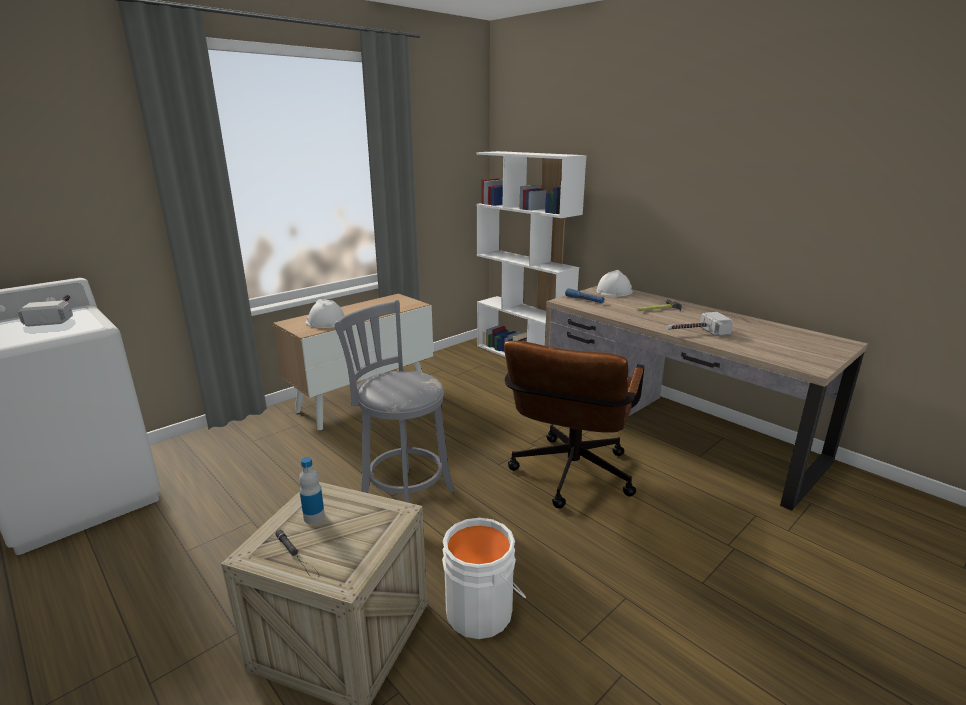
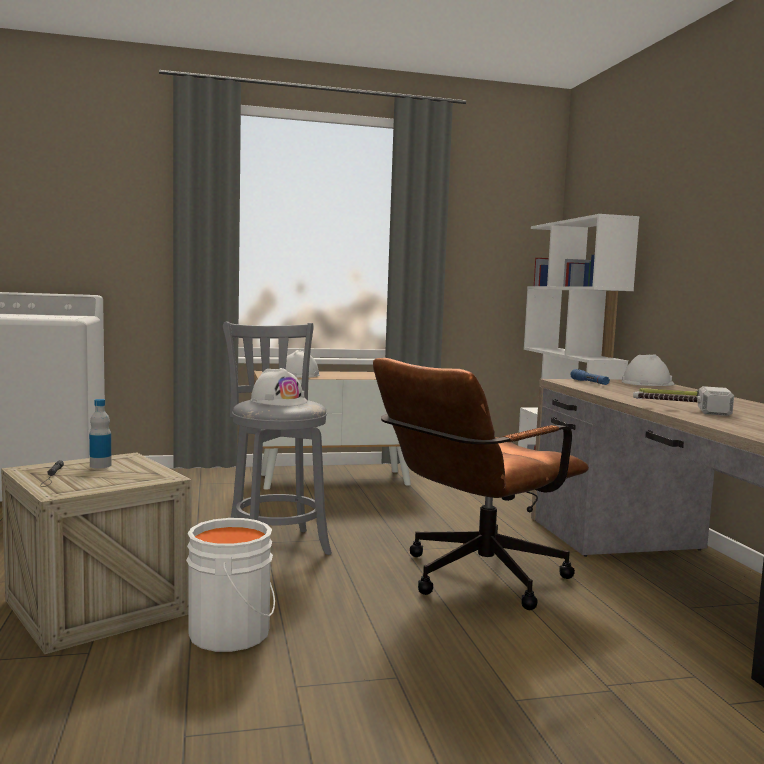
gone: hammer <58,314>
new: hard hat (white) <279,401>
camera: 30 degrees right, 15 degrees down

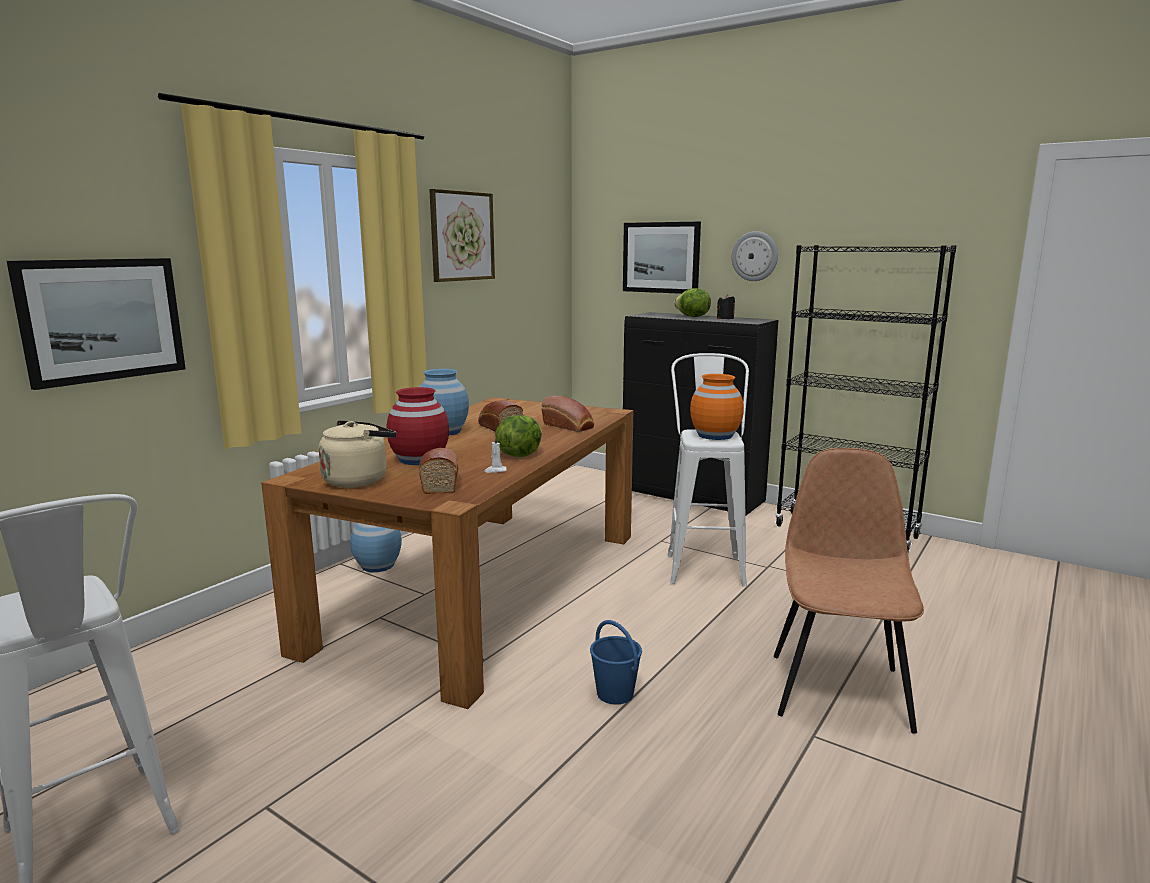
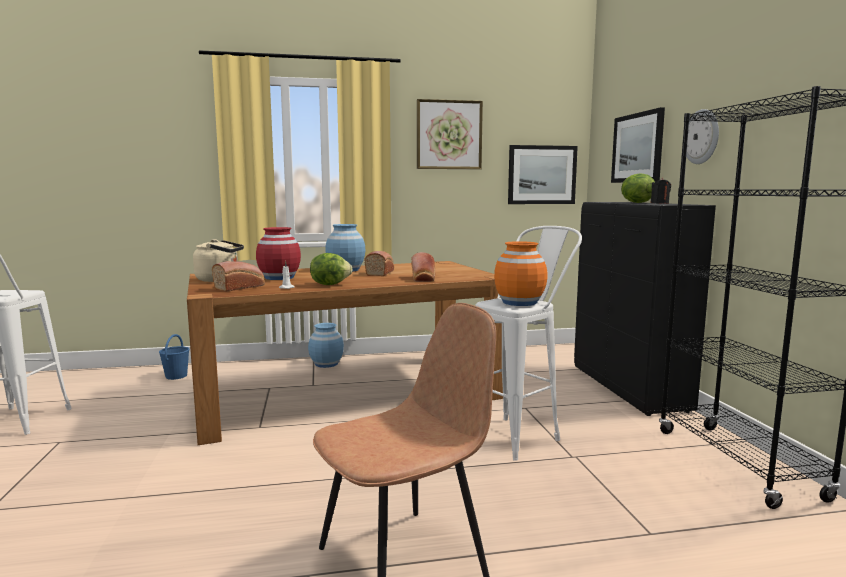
shifted: picture <102,320> to <542,175>; bucket (blue) <614,693> to <176,376>
camera: 45 degrees right, 5 degrees down

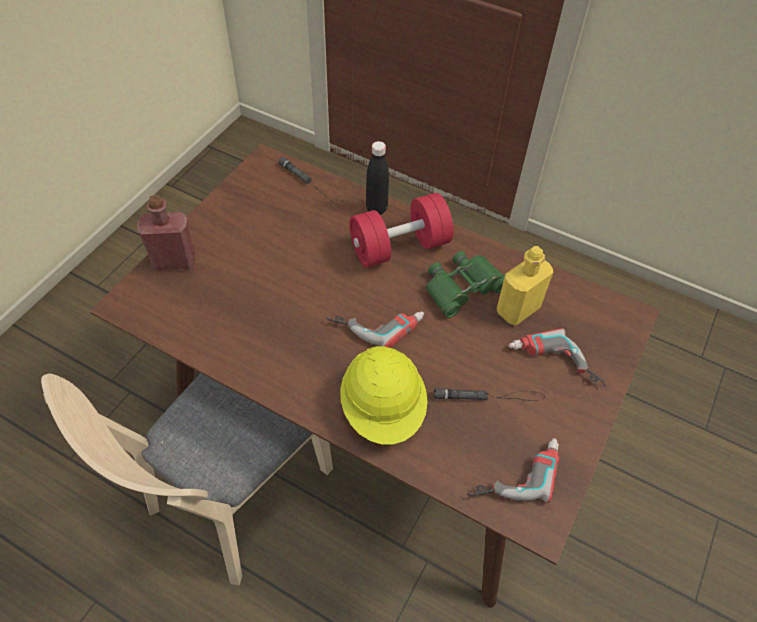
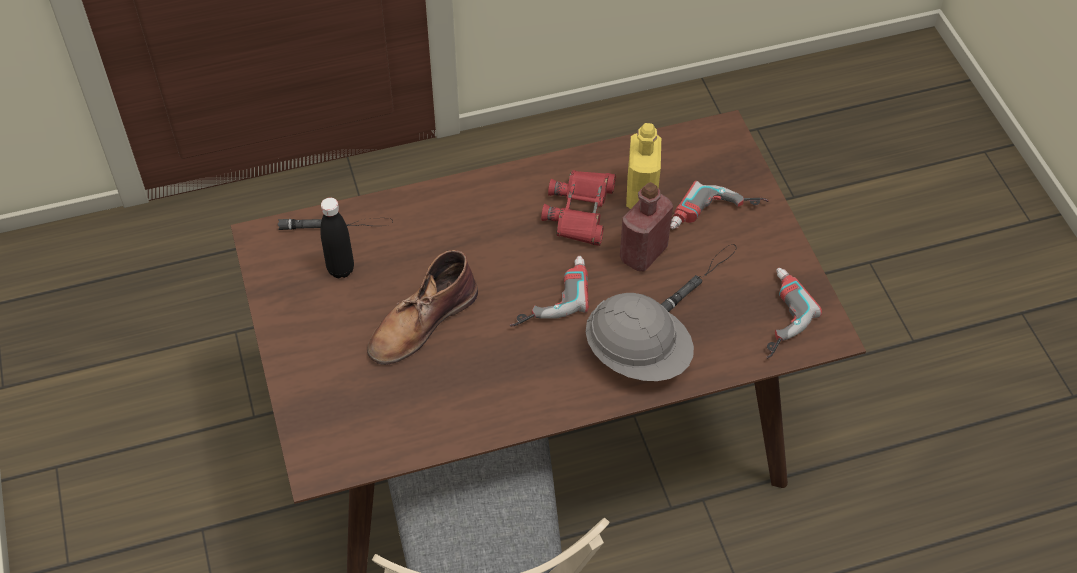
gone: dumbbell (red) <399,247>
new: boot (brown) <421,322>
shifted: bottle (red) <174,261> to <643,253>; bottle (black) <376,208> to <340,269>
repainted: hard hat (yellow) <383,409> to hard hat (grey) <638,355>; binoculars (green) <463,288> to binoculars (red) <580,211>
camera: 45 degrees left, 0 degrees up

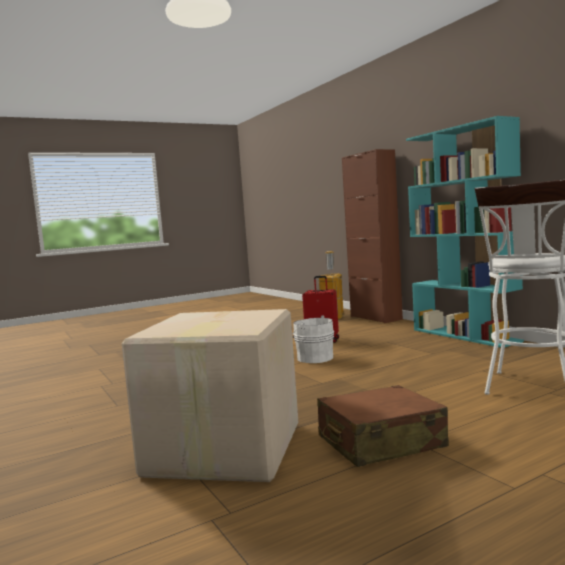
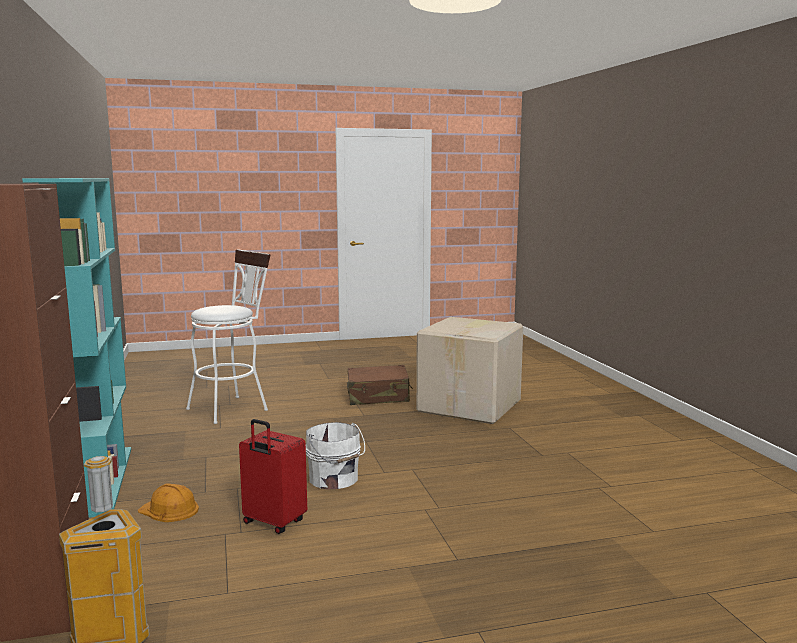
new: hard hat (orange) <169,510>
camera: 165 degrees left, 5 degrees up

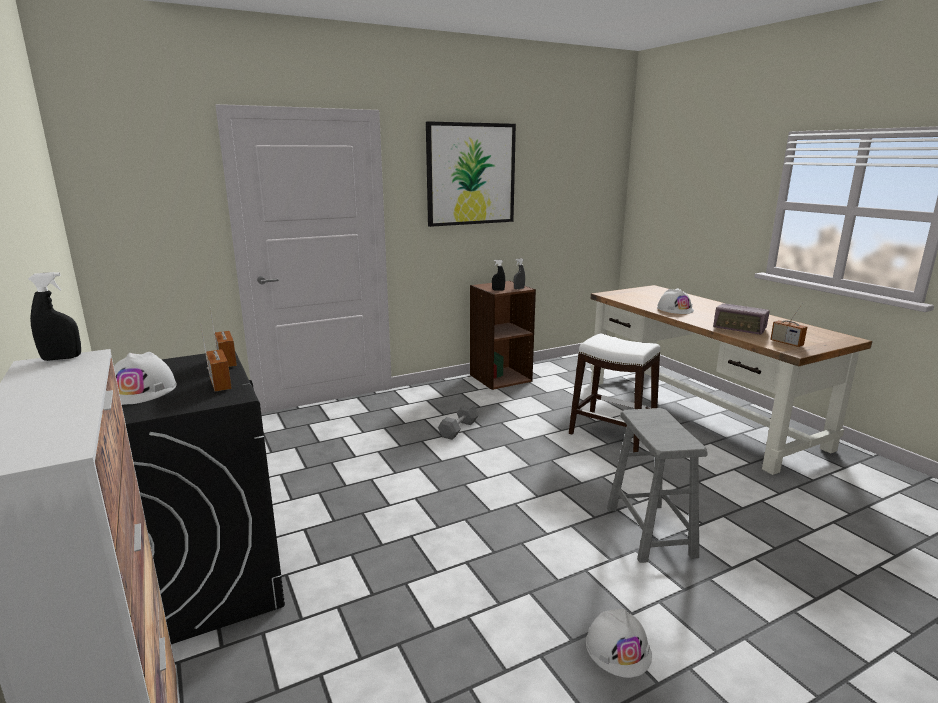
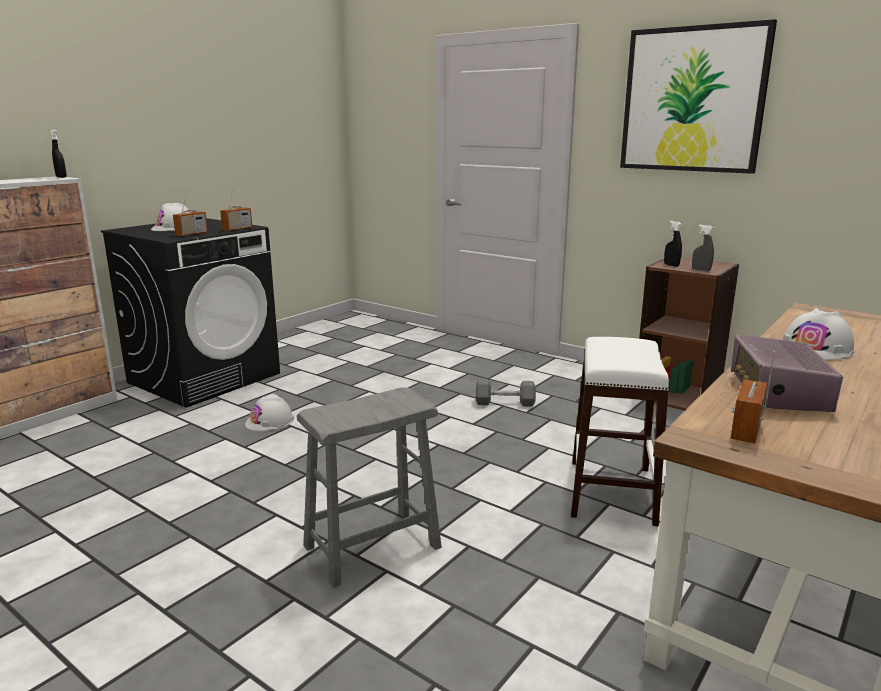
shifted: hard hat (white) <618,648> to <270,421>
camera: 65 degrees right, 0 degrees up

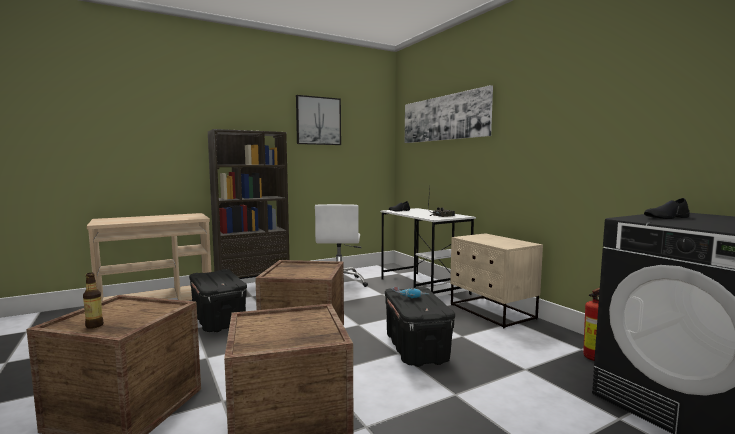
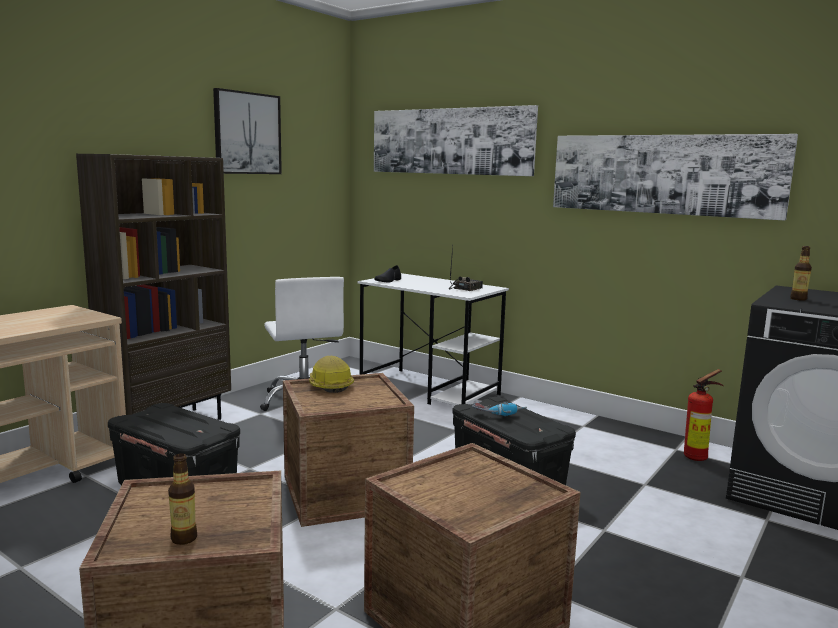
gone: nightstand (beige) <491,312>
new: hard hat <329,385>; picture <663,174>
swapped: shoe (black) <666,217> to bottle <798,299>
camera: 25 degrees left, 5 degrees up

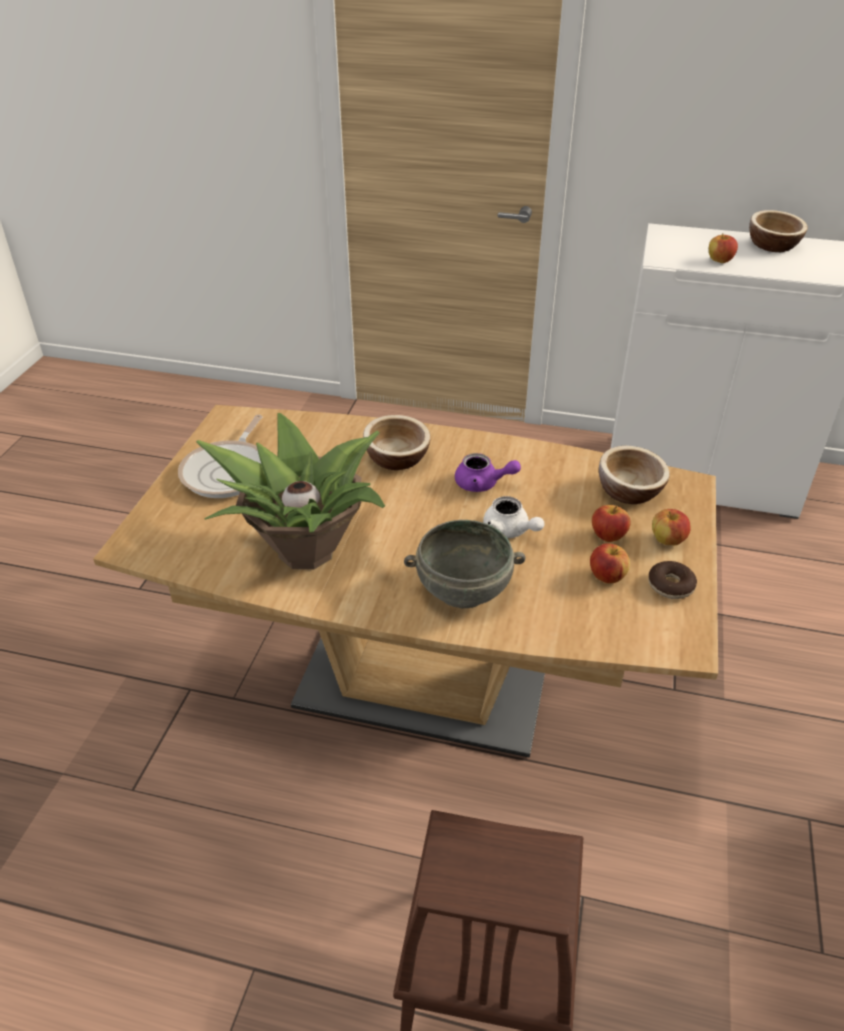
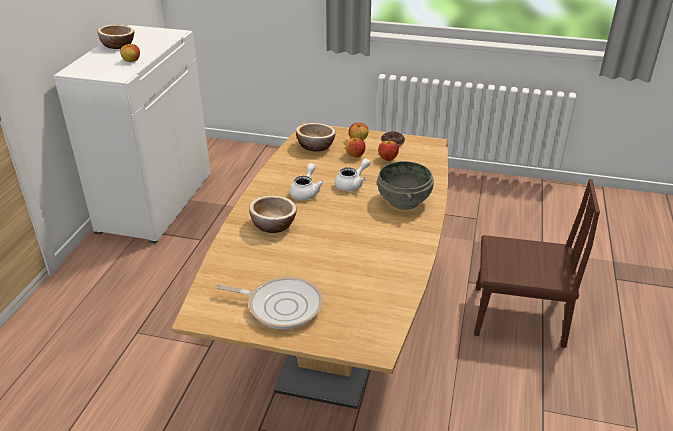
gone: potted plant <305,548>
repainted: teapot (purple) <482,484> to teapot (white) <306,192>
camera: 90 degrees left, 5 degrees down

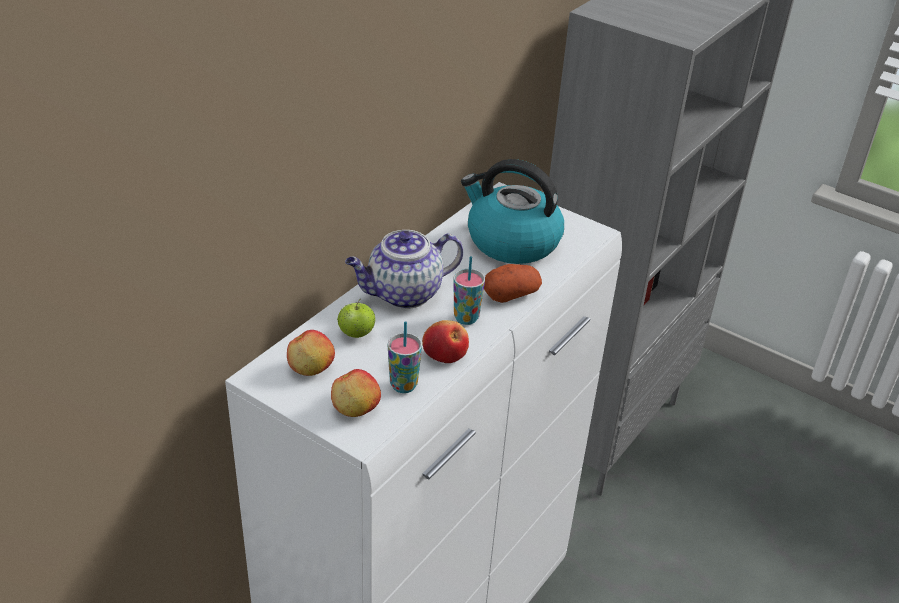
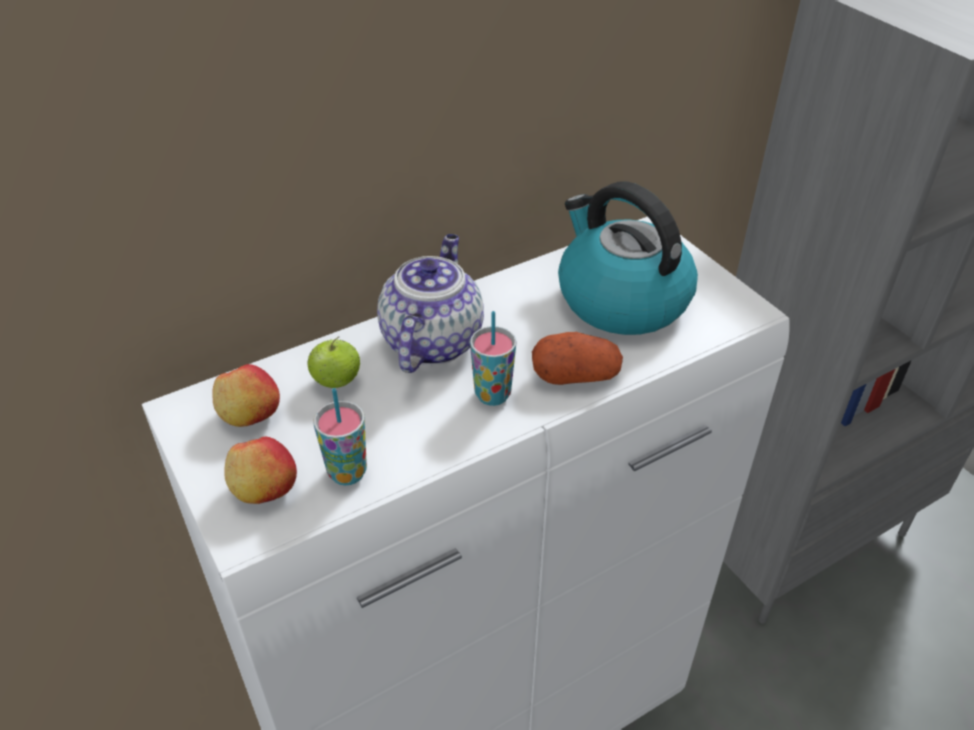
gone: apple <445,355>
rotated: teapot <403,294> = <431,340> 105 degrees clockwise
camera: 25 degrees right, 5 degrees up

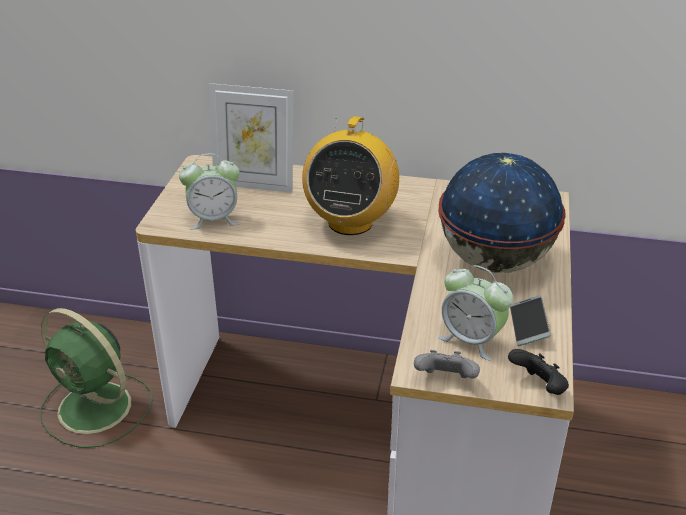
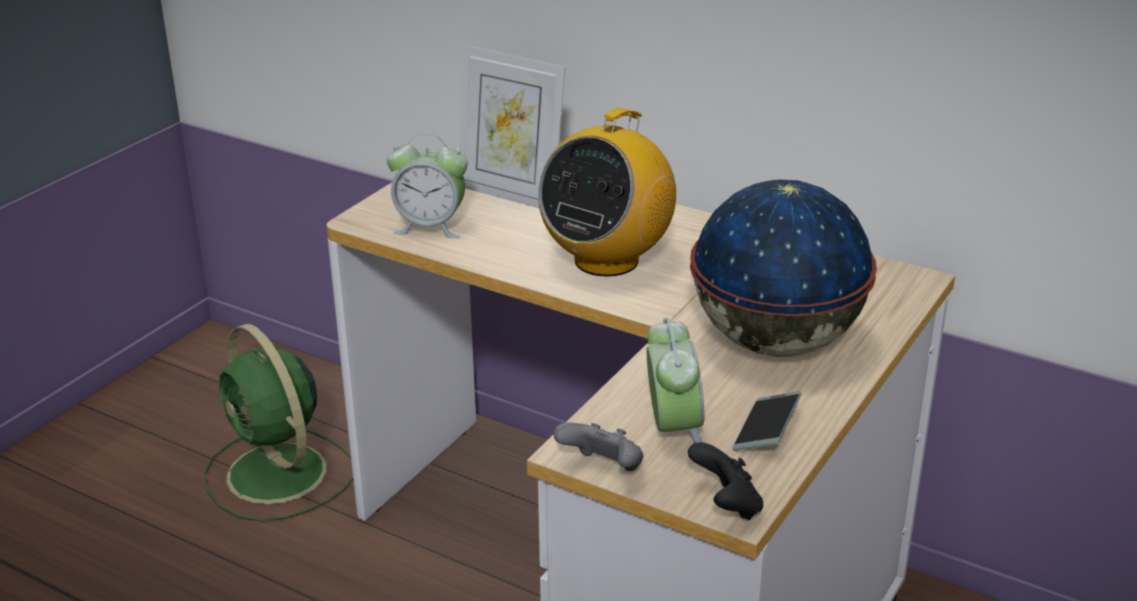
rotated: alarm clock <471,340> = <673,430> 150 degrees counterclockwise
camera: 20 degrees right, 5 degrees down

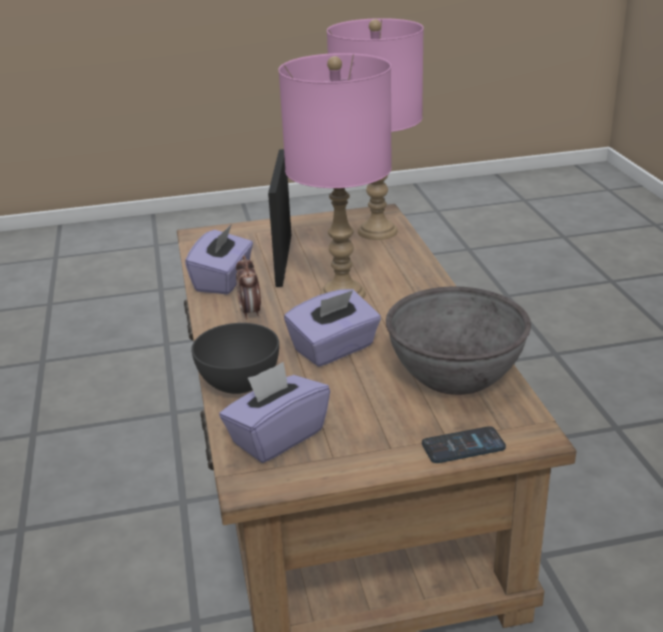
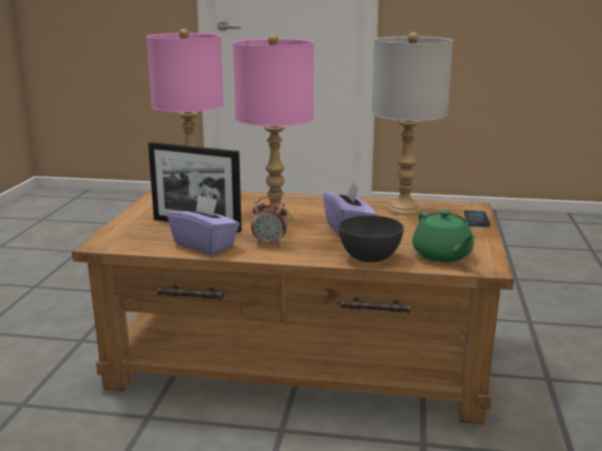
swapped: tissue box (purple) <277,437> to teapot (green) <442,255>; bowl (grey) <455,373> to table lamp (grey) <403,209>
camera: 70 degrees left, 10 degrees down

